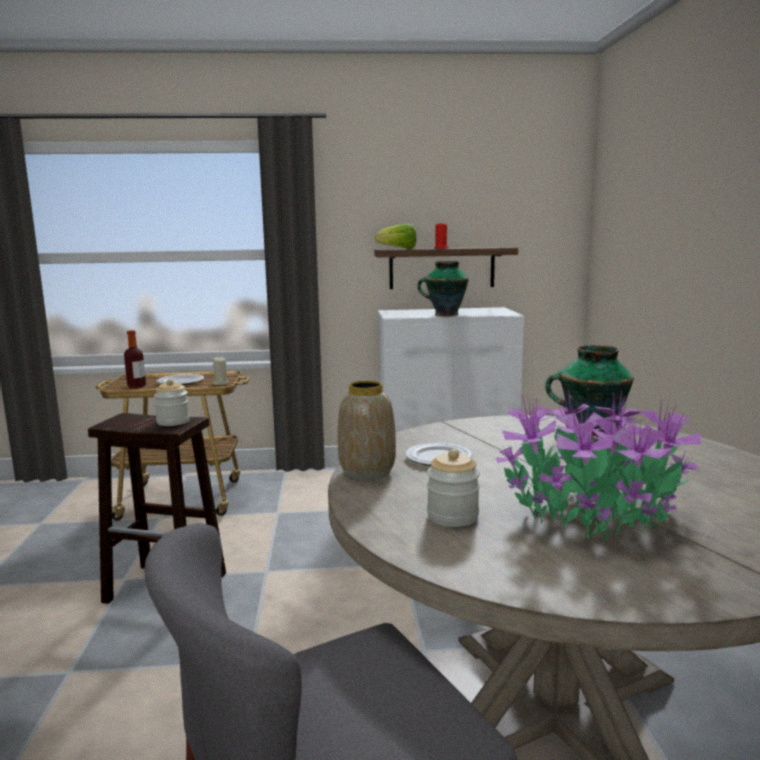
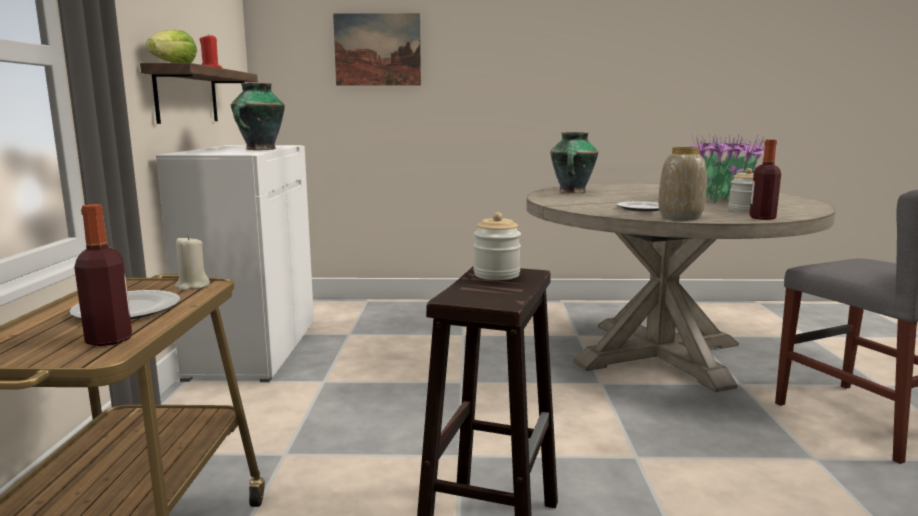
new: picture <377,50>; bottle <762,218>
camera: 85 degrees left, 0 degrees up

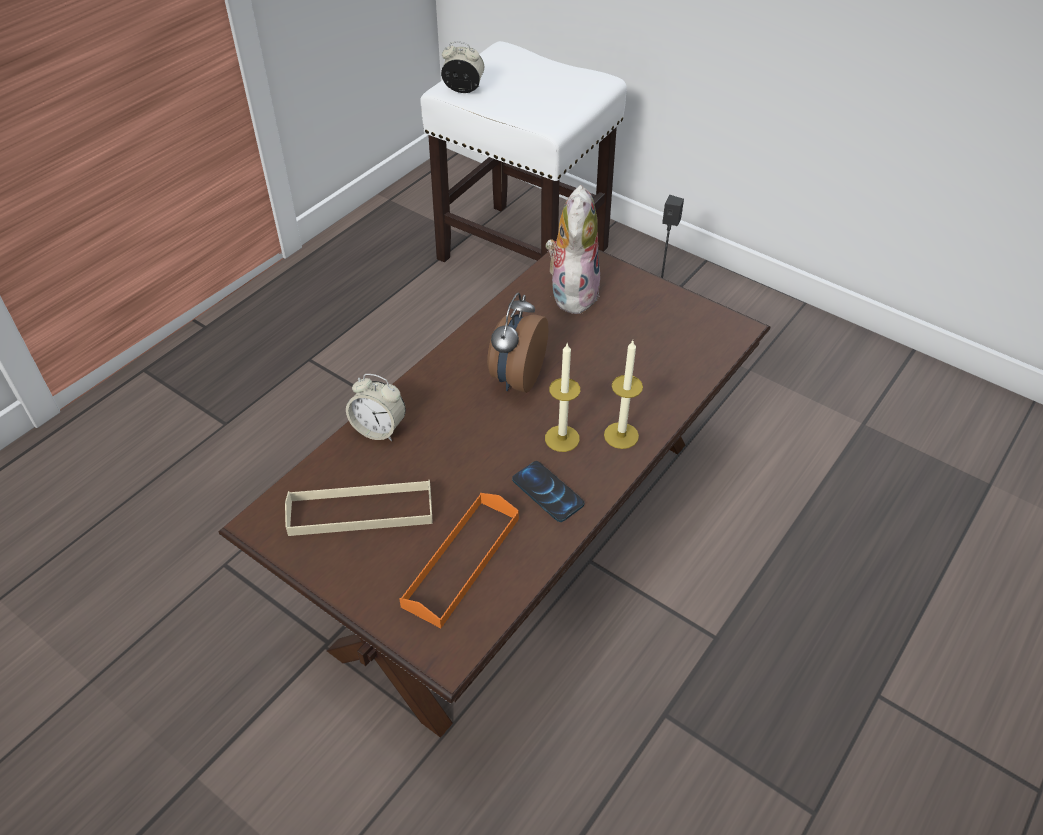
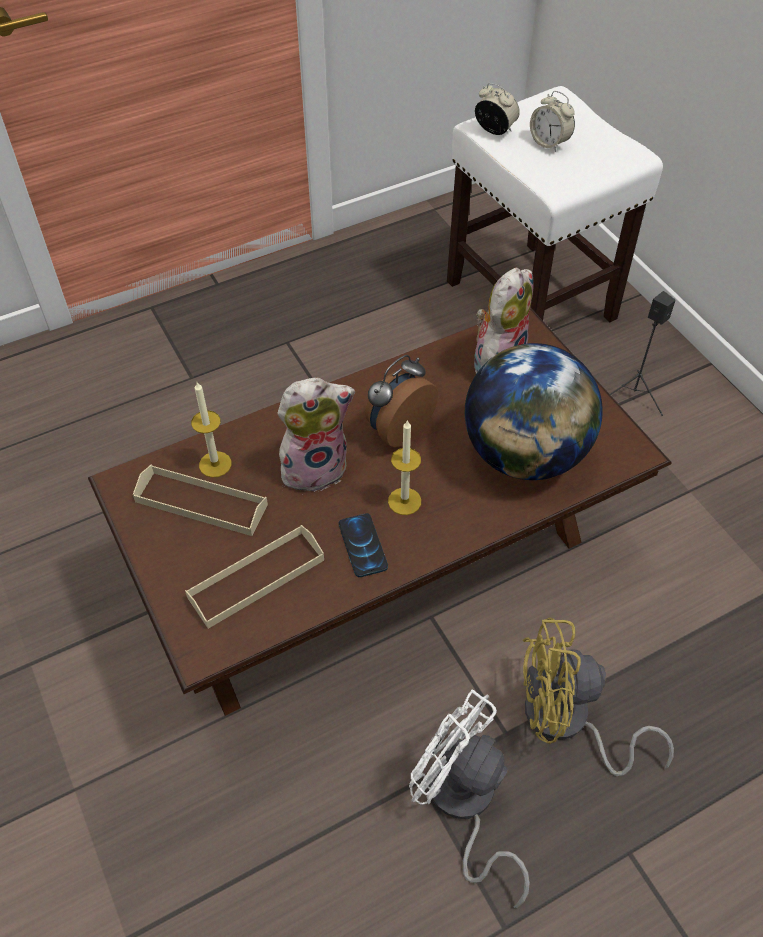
new: plush toy <315,467>; fan (white) <463,804>; globe <524,454>; fan (yellow) <567,723>
shifted: alarm clock <379,429> to <549,143>; candle <621,435> to <215,464>
repainted: tray (orange) <461,561> to tray (beige) <256,578>
camera: 25 degrees right, 5 degrees up

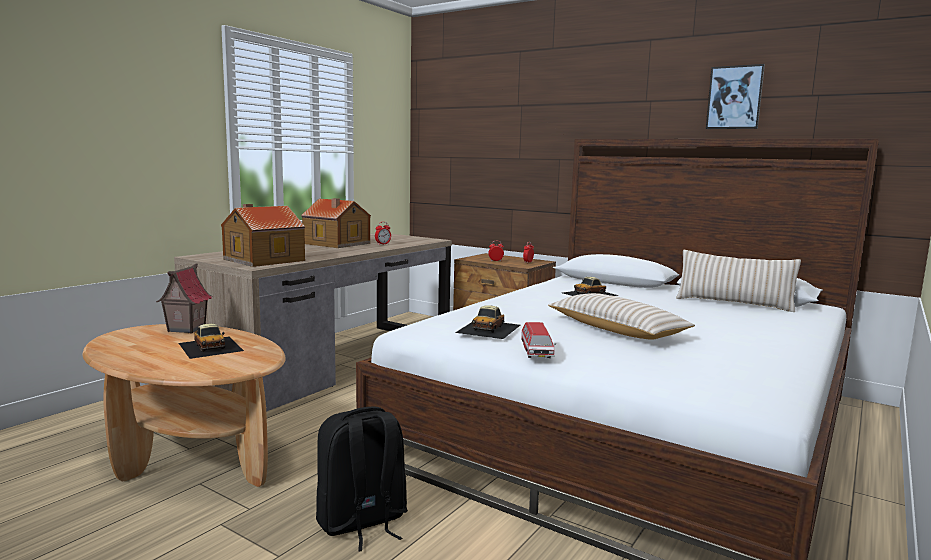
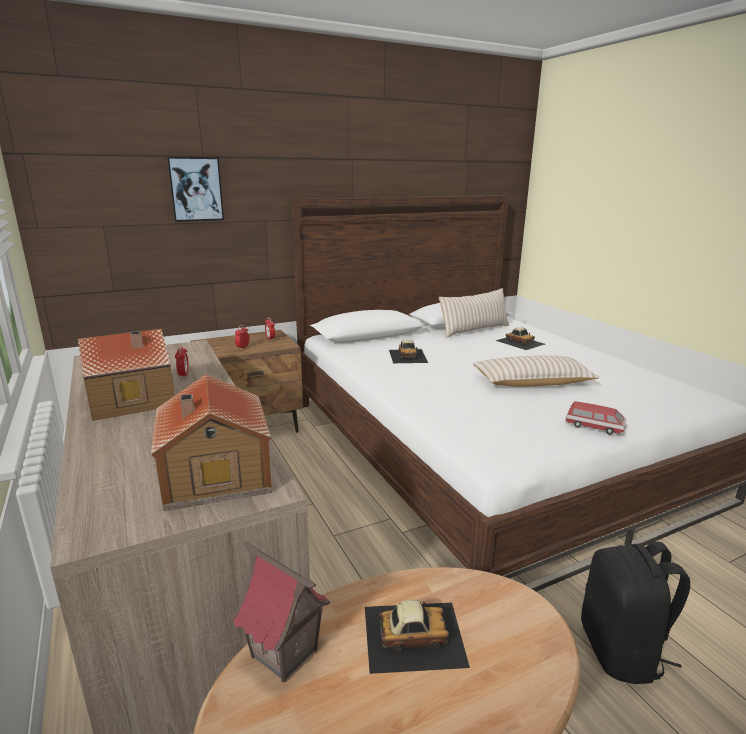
shifted: toy car <489,328> to <520,342>; picture <734,97> to <196,189>
camera: 60 degrees left, 10 degrees up

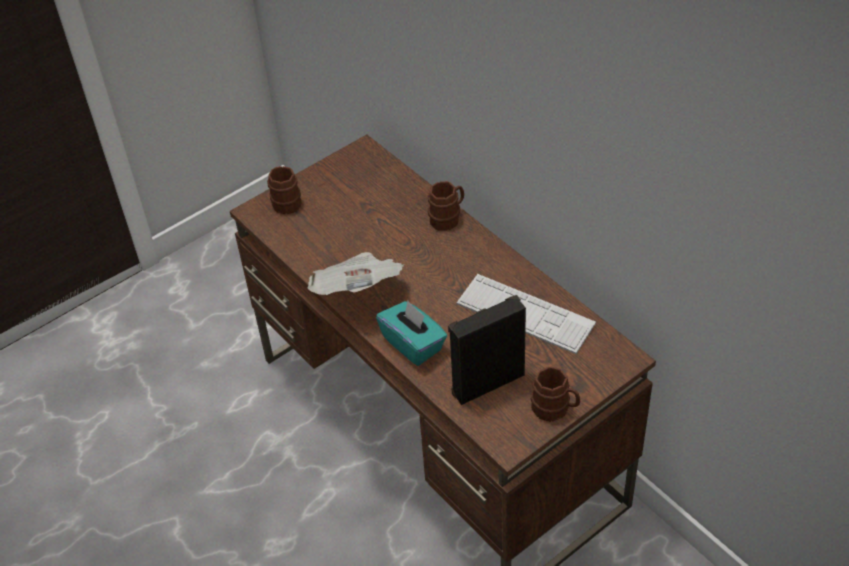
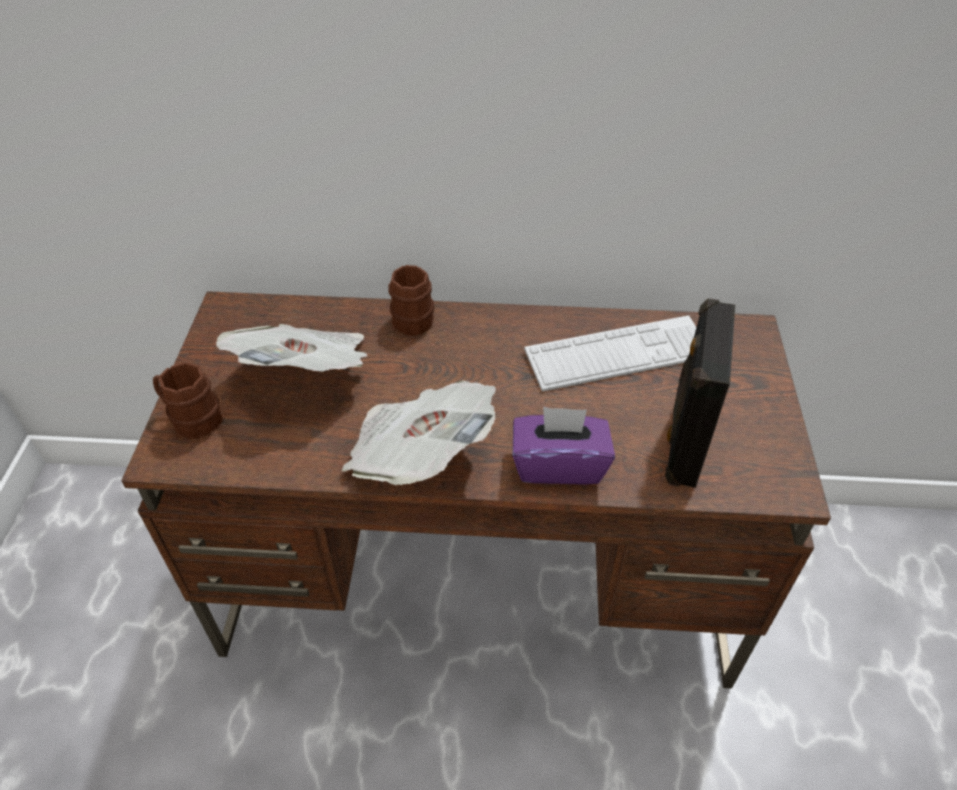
gone: mug (brown) <555,409>
new: newspaper <307,373>
repainted: tissue box (turquoise) <413,344> to tissue box (purple) <559,465>
camera: 50 degrees left, 0 degrees up

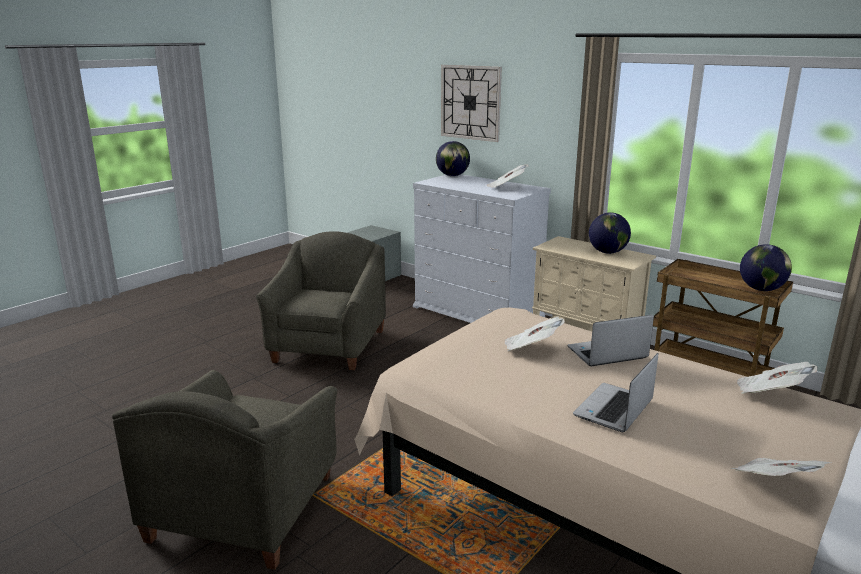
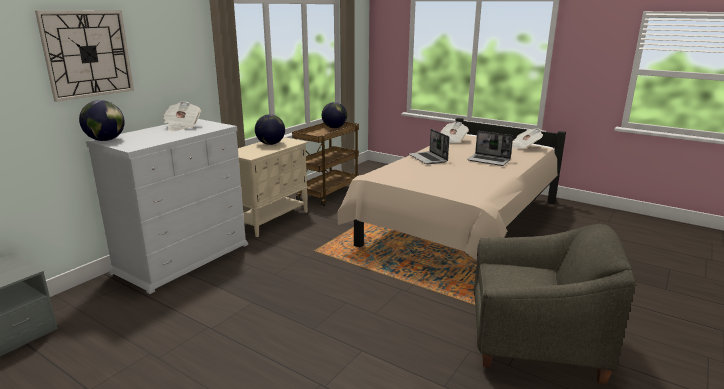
gone: armchair (grey) <328,346>; newspaper <531,348>
camera: 95 degrees left, 0 degrees up

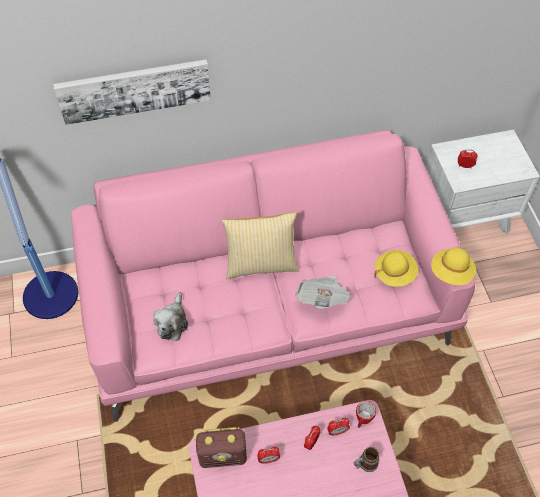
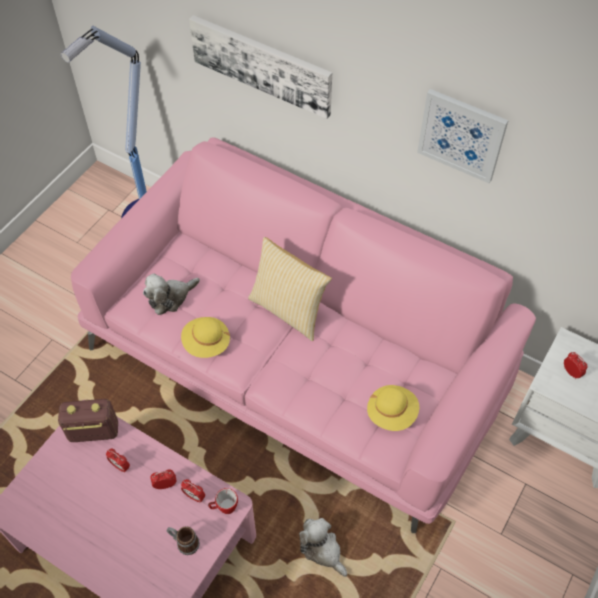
gone: newspaper <322,298>
new: plush toy <322,550>; picture <461,135>
shifted: hat (yellow) <451,273> to <206,343>
rotated: radio <223,456> = <93,432> 135 degrees clockwise
camera: 45 degrees right, 0 degrees up

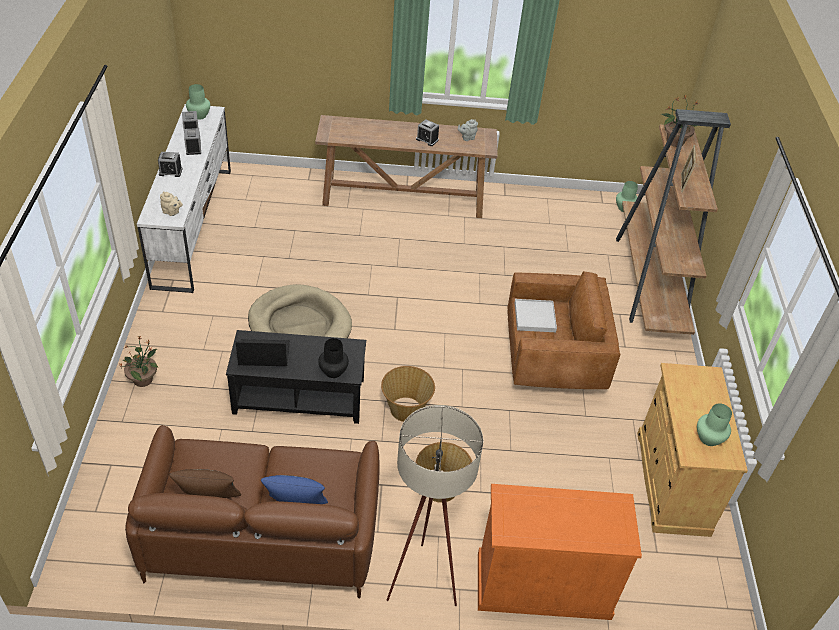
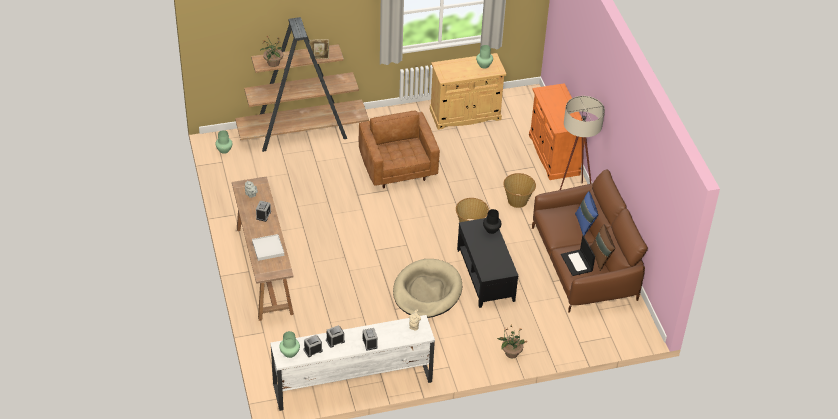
shifted: laptop <263,354> to <577,263>; tray (white) <534,317> to <268,248>
camera: 105 degrees left, 0 degrees up

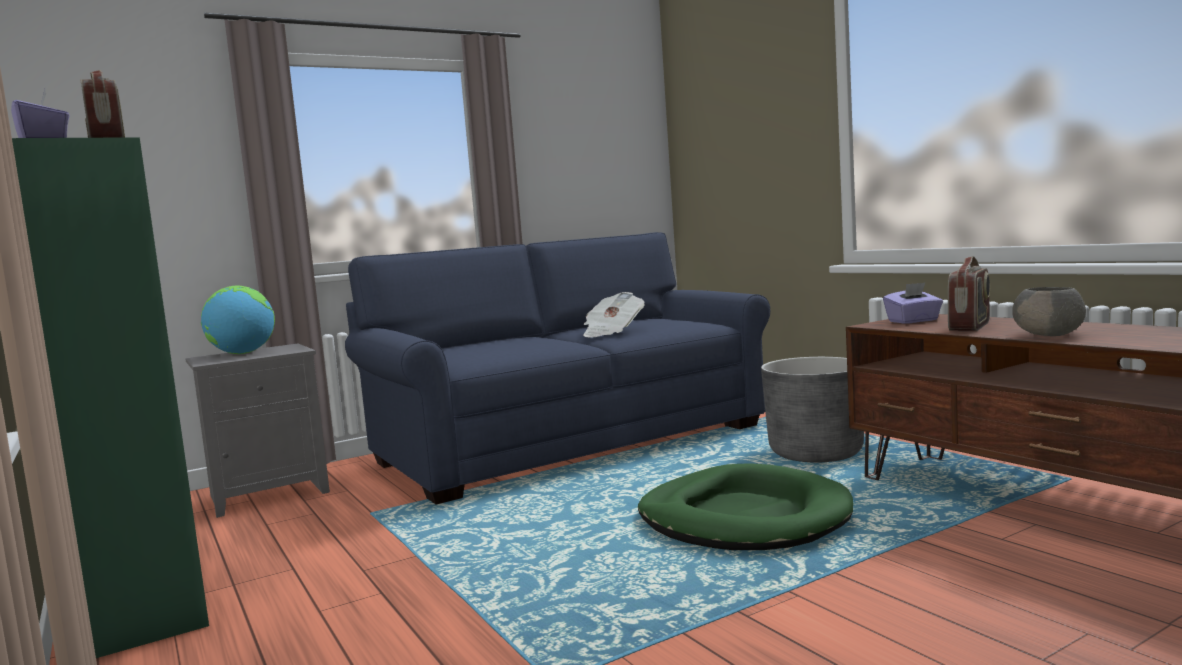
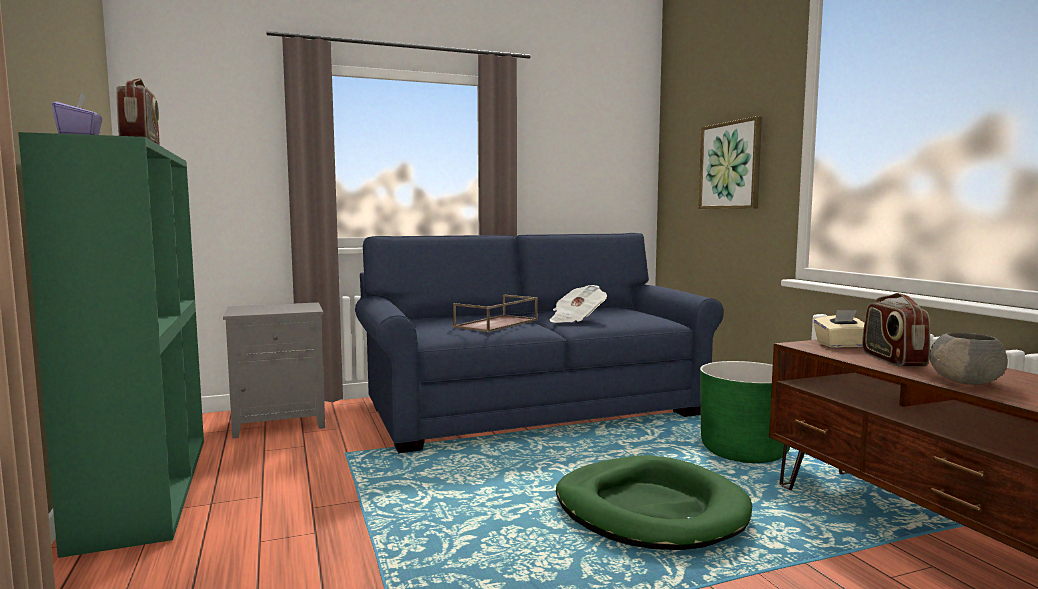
gone: globe <242,353>
new: tray (brown) <497,324>; picture <730,166>
repainted: planter (grey) <815,453> to planter (green) <744,451>; tissue box (purple) <913,321> to tissue box (beige) <841,345>
rotated: radio <970,326> = <892,360> 135 degrees clockwise
camera: 10 degrees right, 0 degrees up

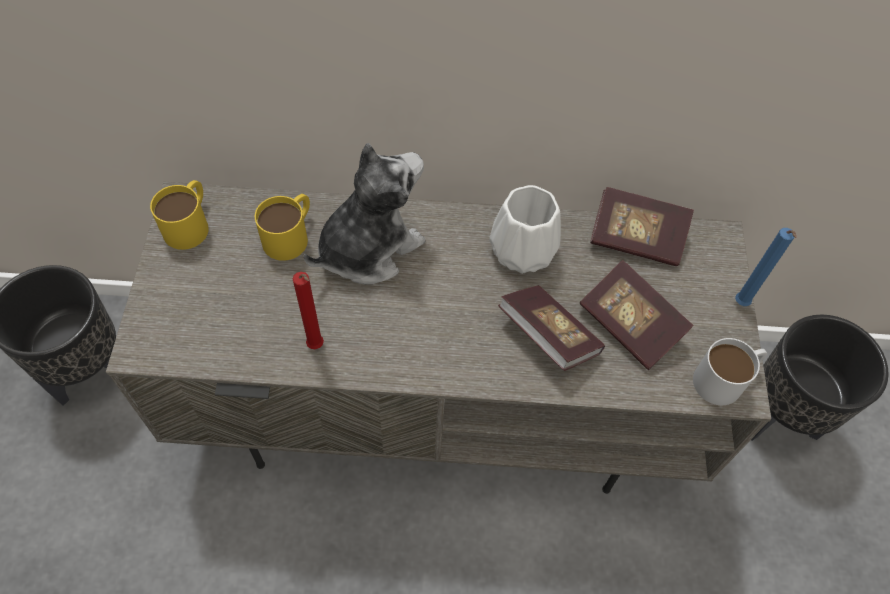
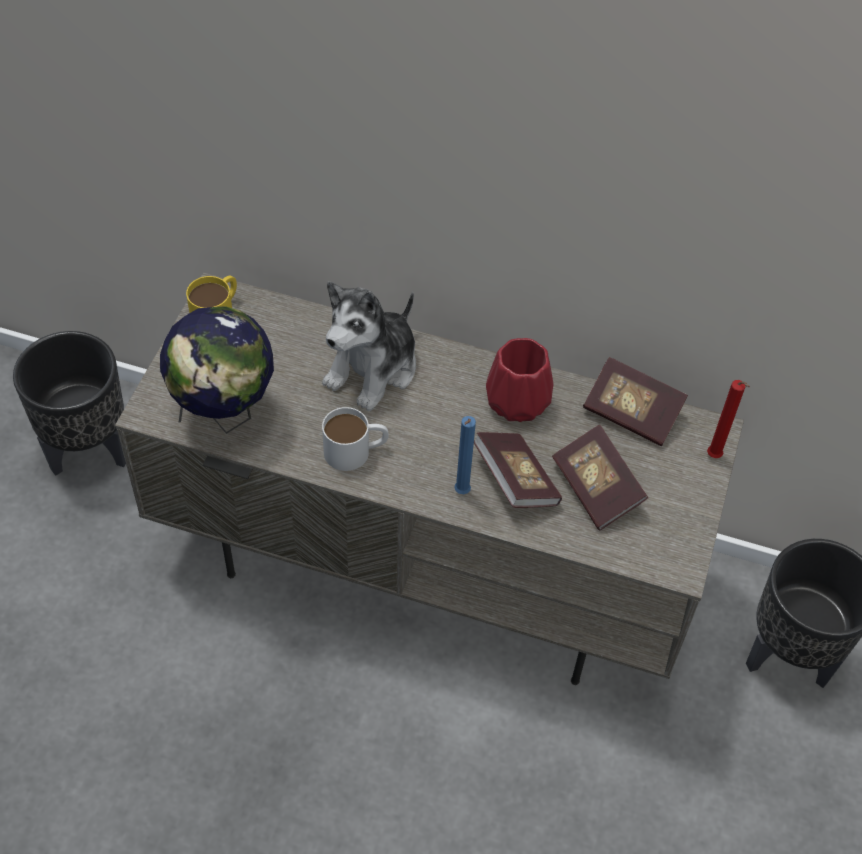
gone: mug (yellow) <291,234>
new: globe <225,414>
shifted: candle (red) <317,347> to <715,457>; mug (white) <726,378> to <356,451>; candle (blue) <741,305> to <461,493>
repainted: vase (white) <520,251> to vase (red) <515,401>
rotated: plush toy <368,248> = <373,369> 150 degrees clockwise
camera: 15 degrees right, 5 degrees down

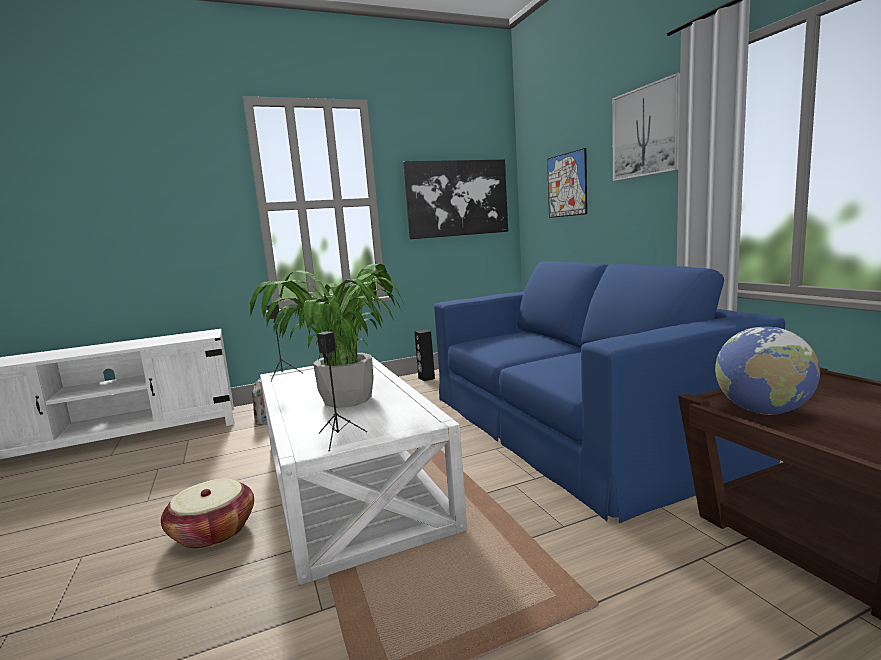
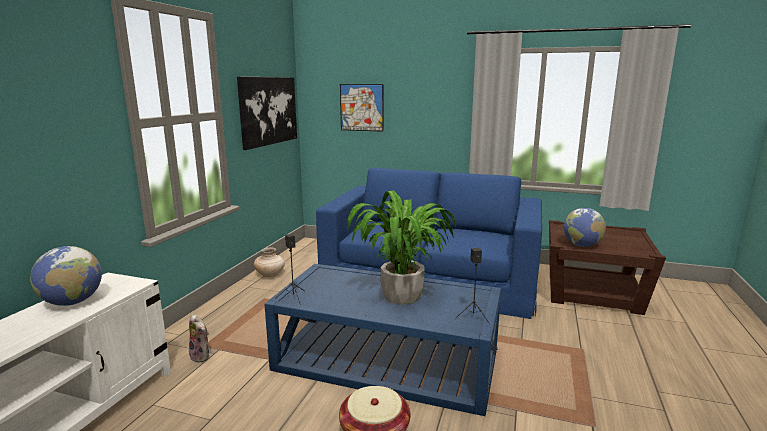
gone: picture <647,131>
new: globe <72,302>
swapped: speaker (black) <426,378> to vase (beige) <270,275>
repainted: coffee table (white) <352,481> to coffee table (blue) <387,359>
camera: 50 degrees left, 5 degrees up

